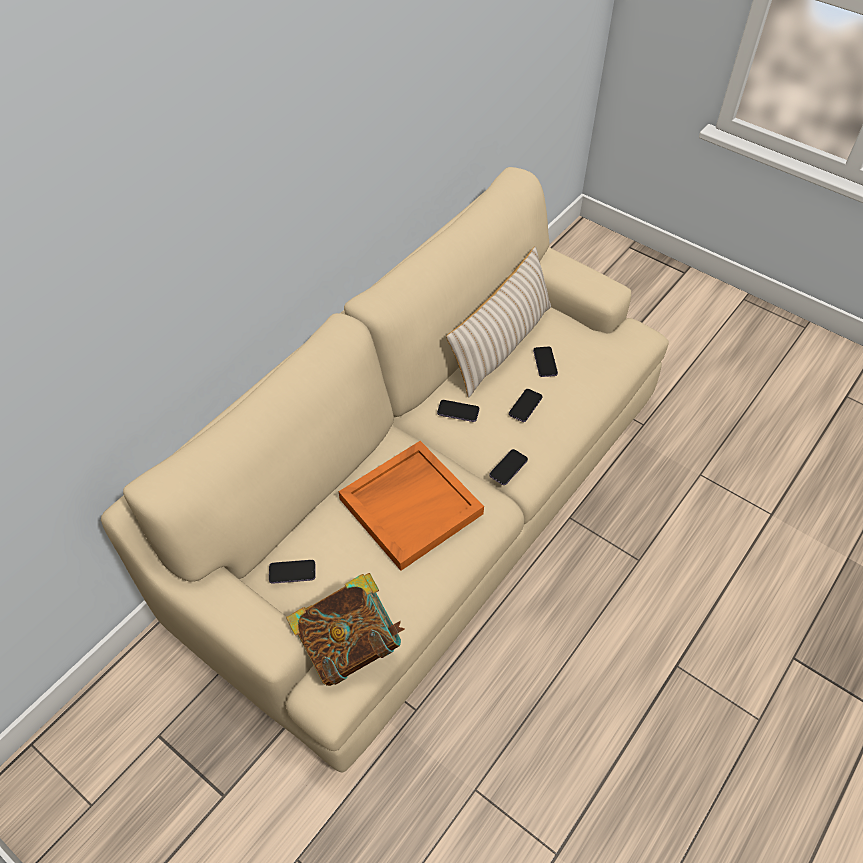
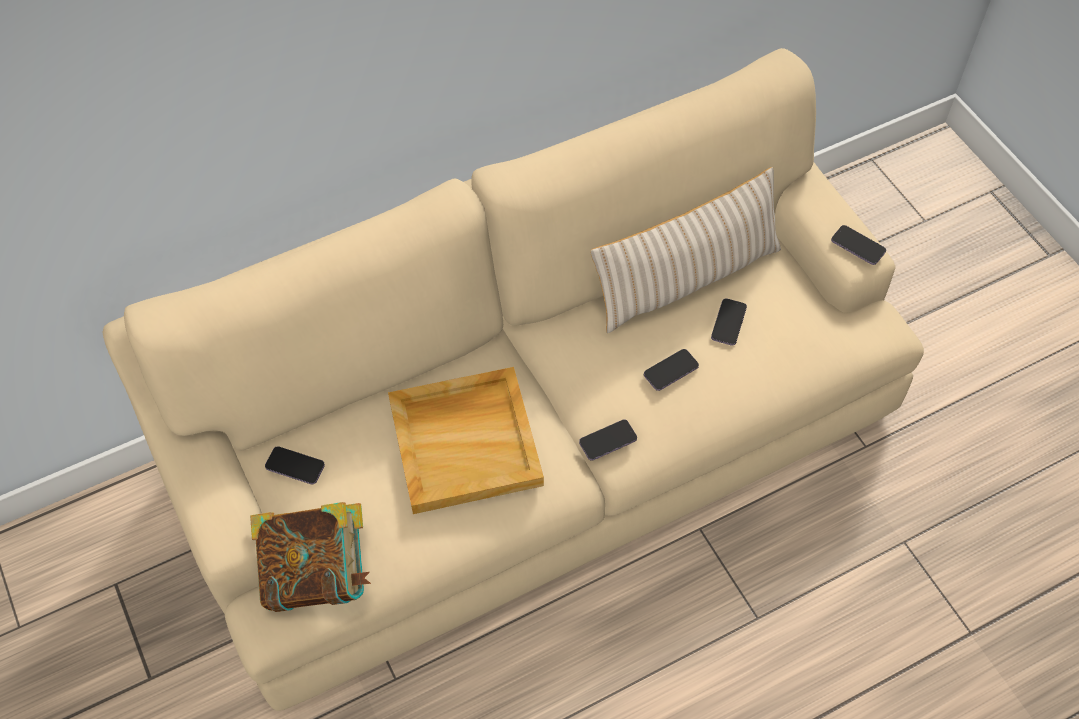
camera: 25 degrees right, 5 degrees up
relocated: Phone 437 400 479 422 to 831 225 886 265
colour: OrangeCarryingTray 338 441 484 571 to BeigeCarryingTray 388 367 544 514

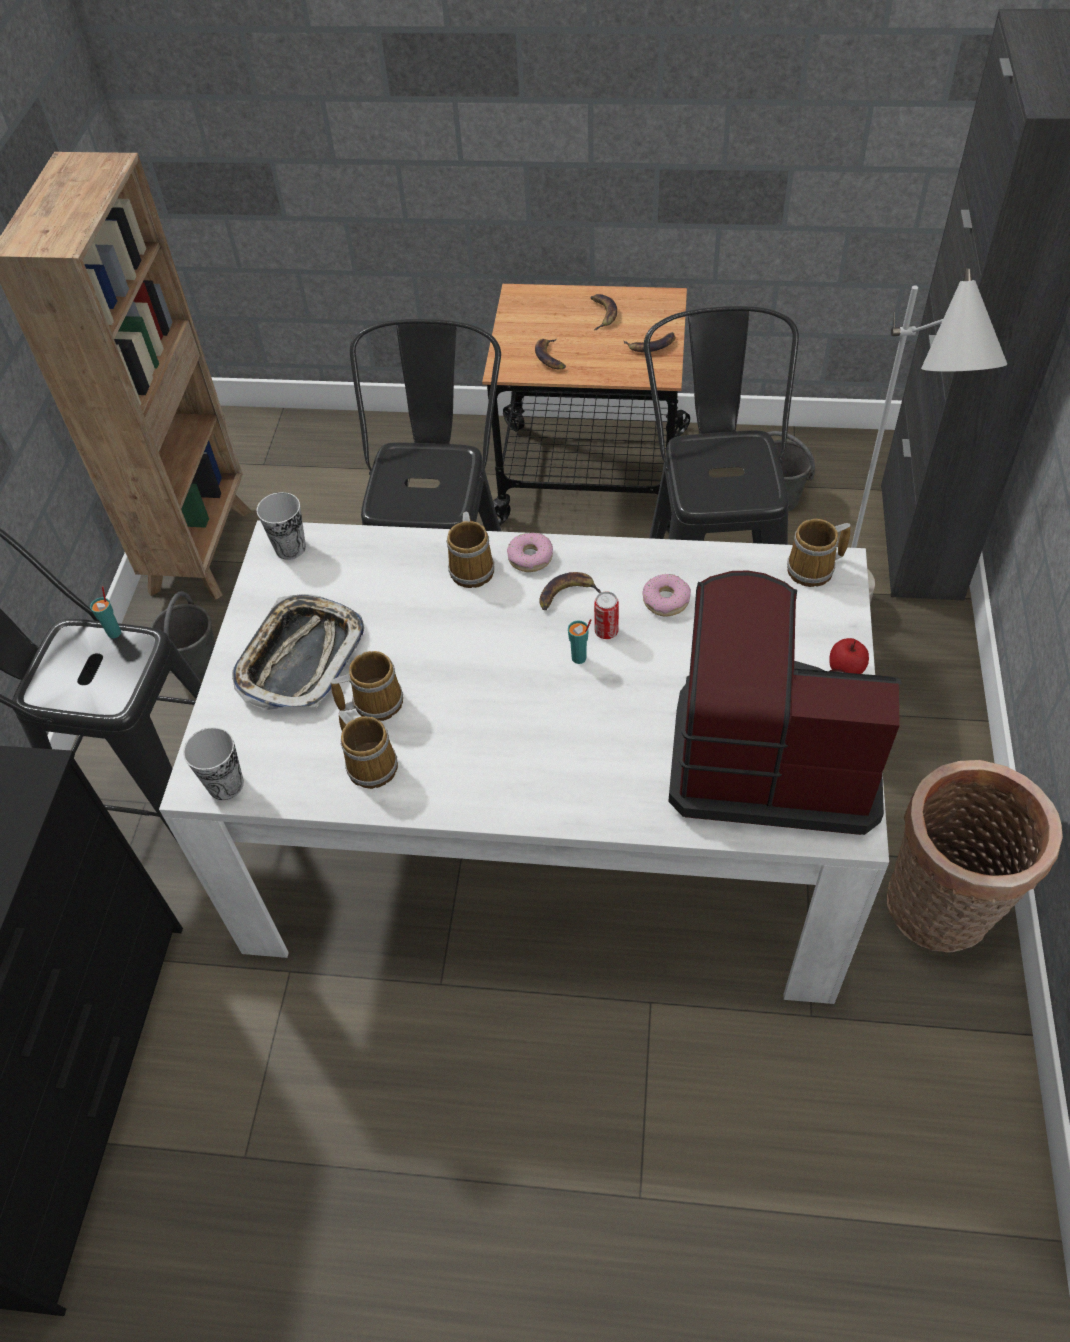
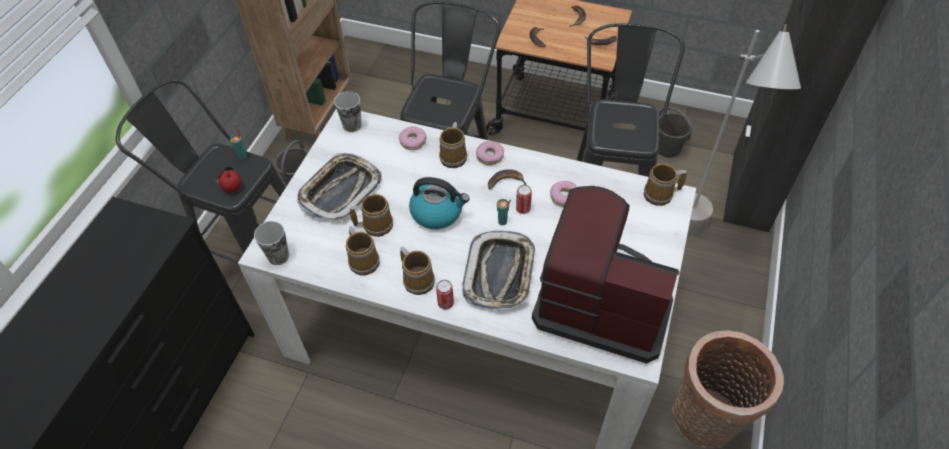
camera: 10 degrees right, 0 degrees up
appeared: Doughnut 399 126 427 150; Mug 400 247 435 295; TeaKettle 409 177 469 229; MetalCan 436 280 454 310; CarryingTray 462 231 535 310
relocated: WholeApple 829 638 869 674 to 219 170 241 193

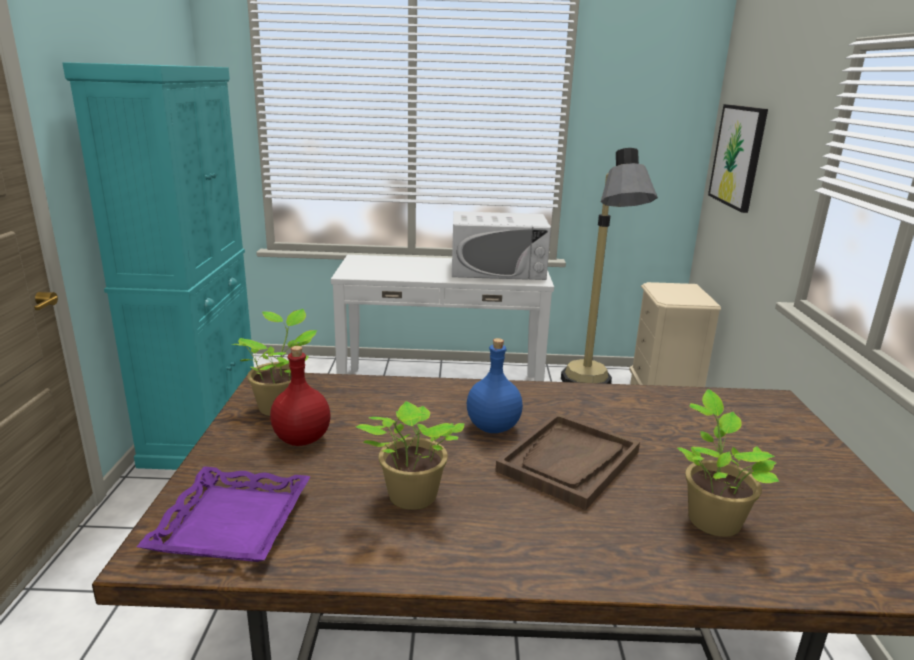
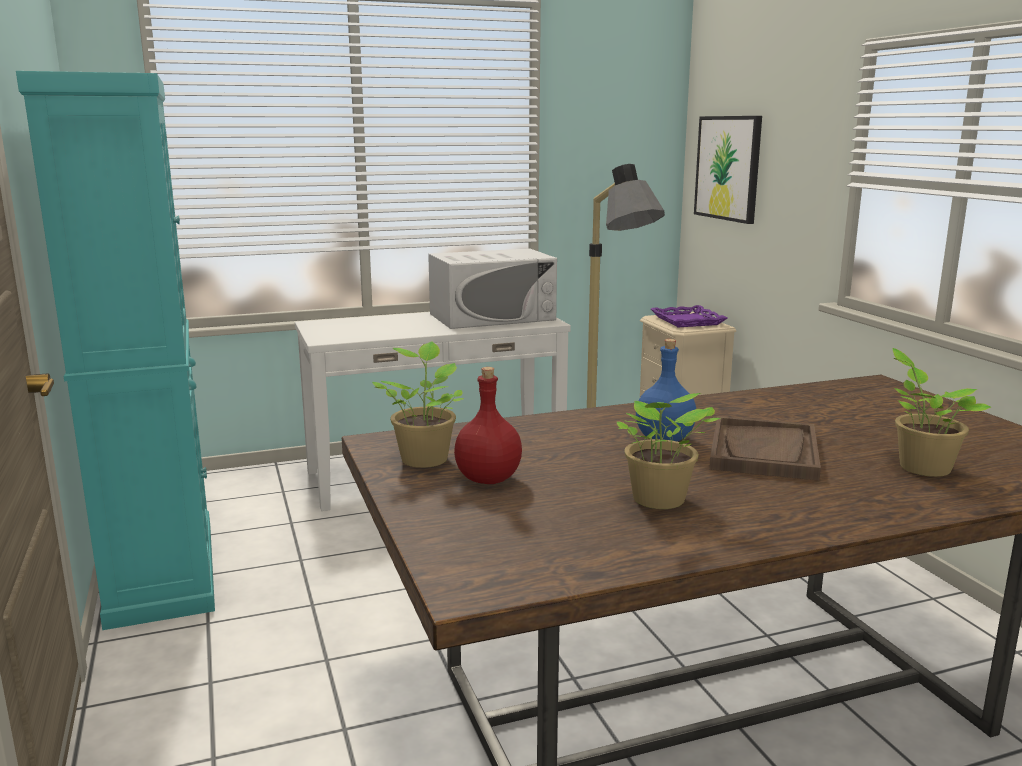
camera: 20 degrees left, 5 degrees down
relocated: PurplishCarryingTray 137 467 311 562 to 651 305 728 327

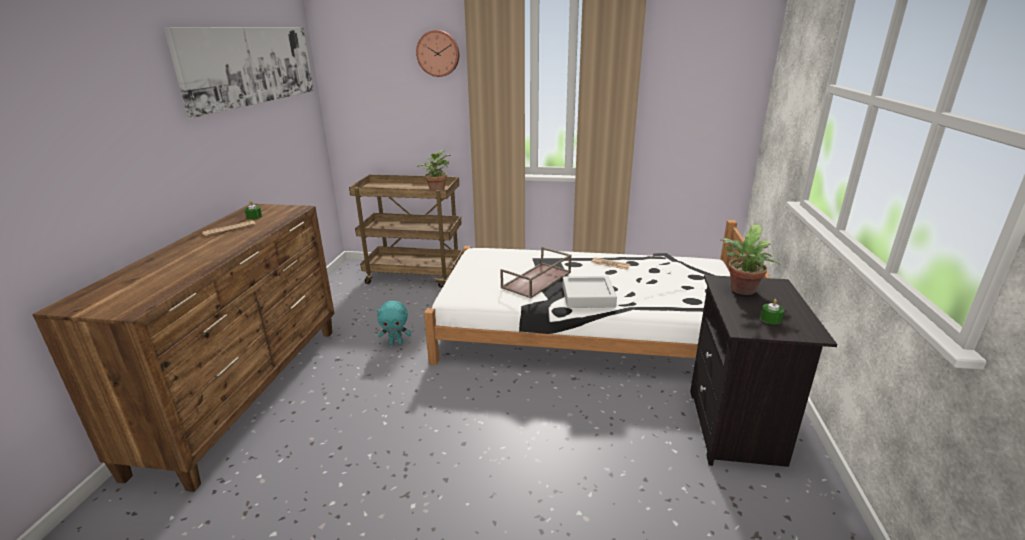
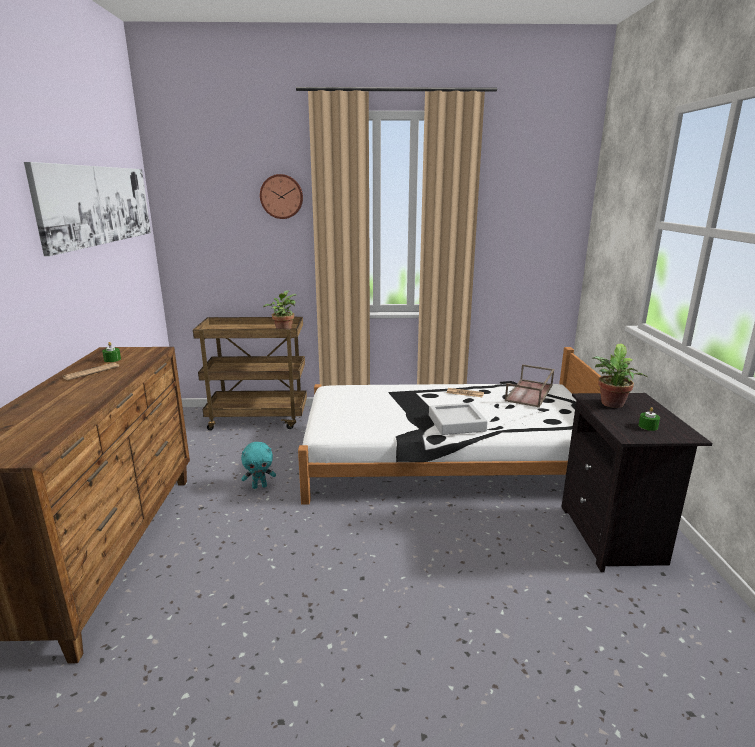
camera: 10 degrees left, 5 degrees down
relocated: BrownColouredCarryingTray 500 247 572 299 to 505 364 554 408

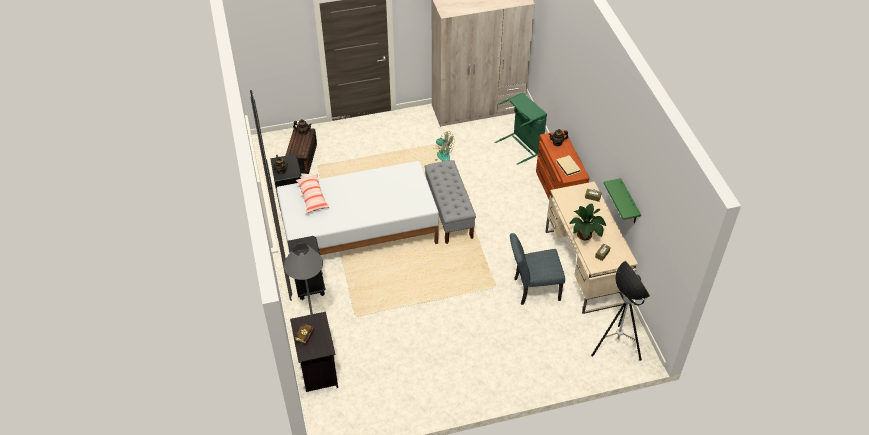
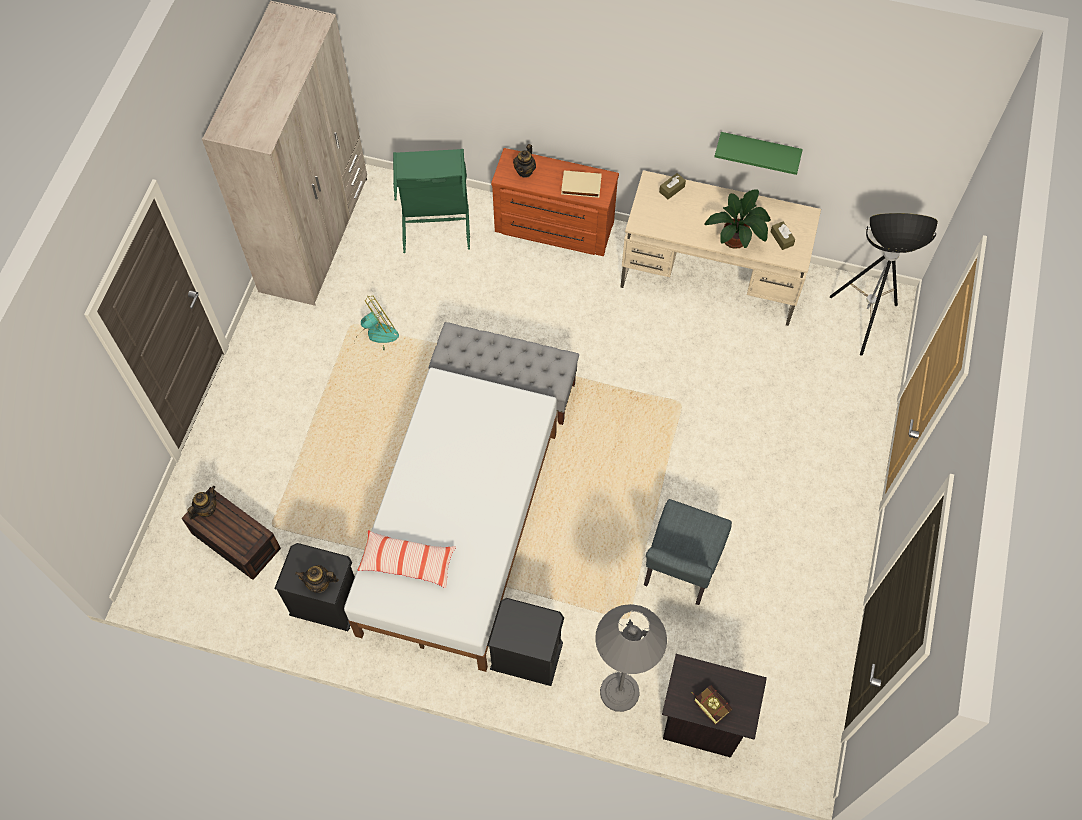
camera: 60 degrees left, 15 degrees up
relocated: GreyUprightChair 510 233 565 305 to 644 499 732 605

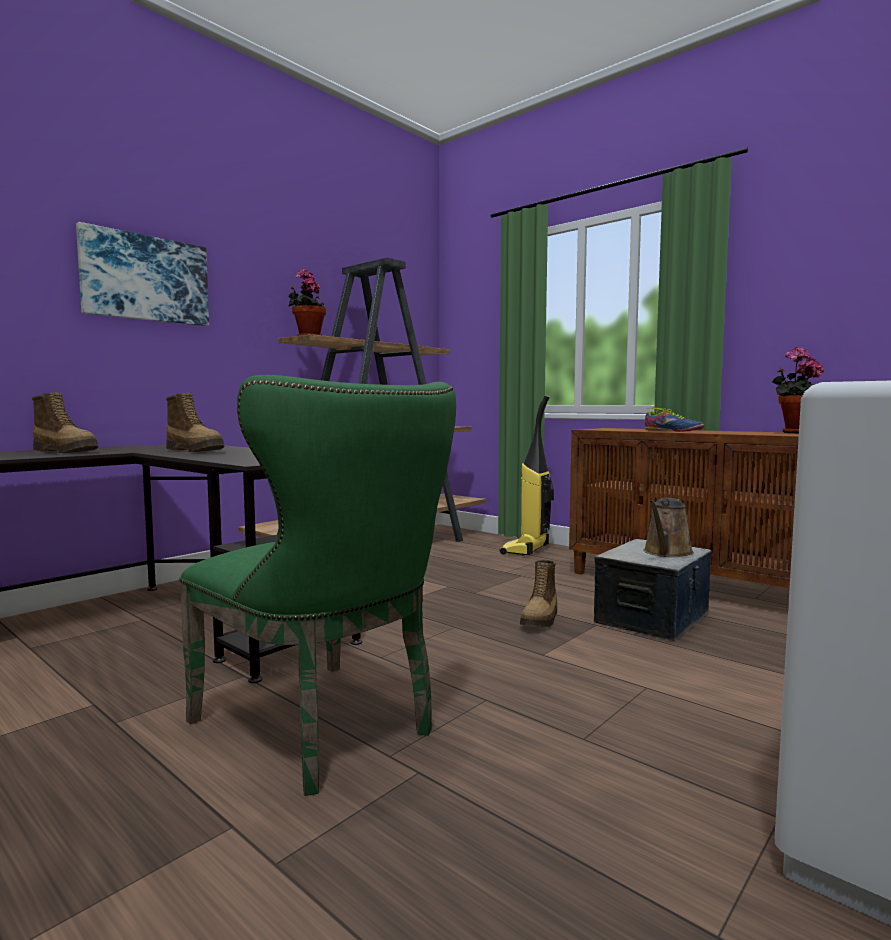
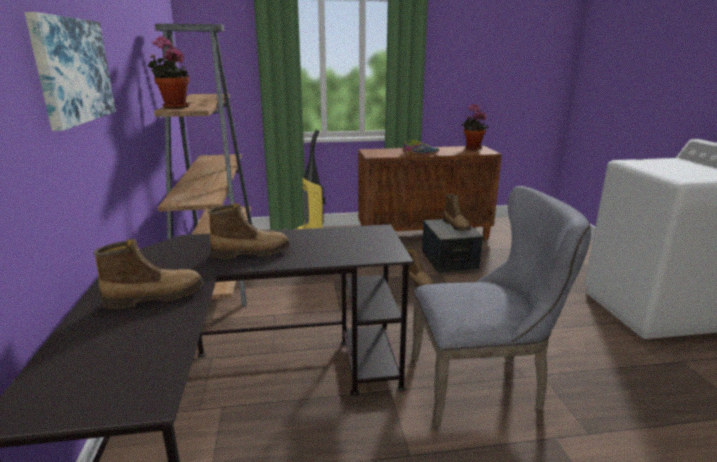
camera: 50 degrees left, 15 degrees up
exchanged: BrownColouredWateringCan 643 498 694 557 to HighTopBoot 443 194 471 231
colour: GreenishUprightChair 179 375 456 796 to GreyUprightChair 411 186 591 427

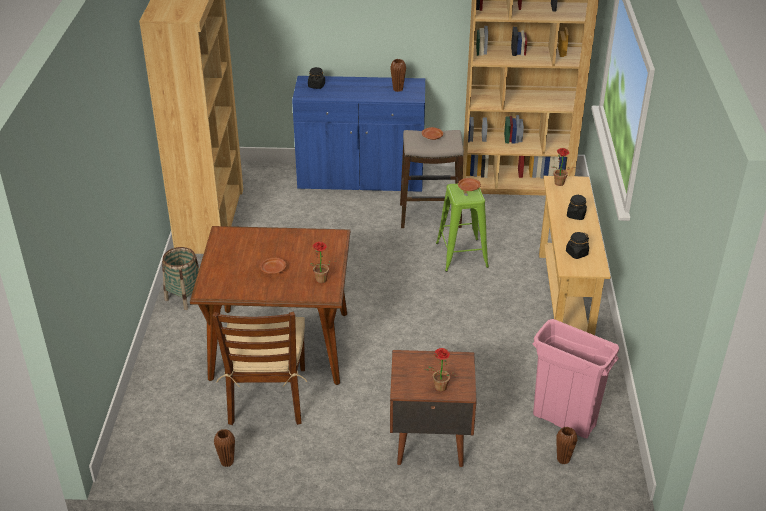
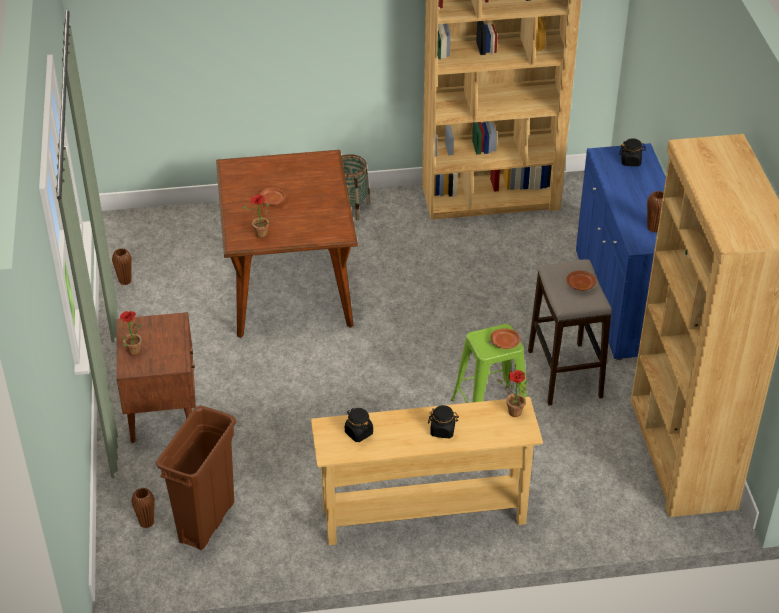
camera: 80 degrees right, 5 degrees up
missing: BrownColouredUprightChair 212 311 308 425
colour: PinkishTrashCan 532 319 619 438 to BrownColouredTrashCan 156 406 236 550

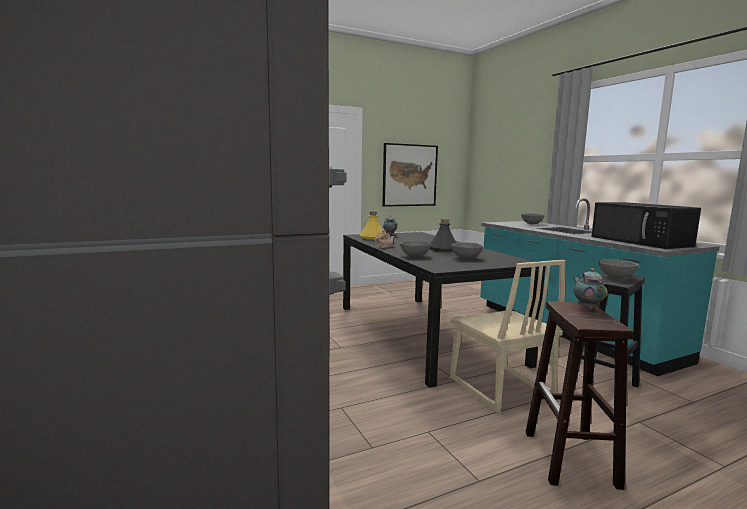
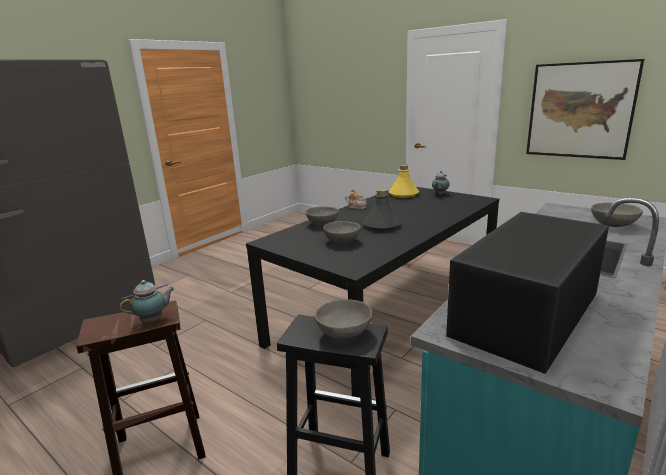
camera: 65 degrees right, 10 degrees up
missing: BeigeUprightChair 450 260 565 413

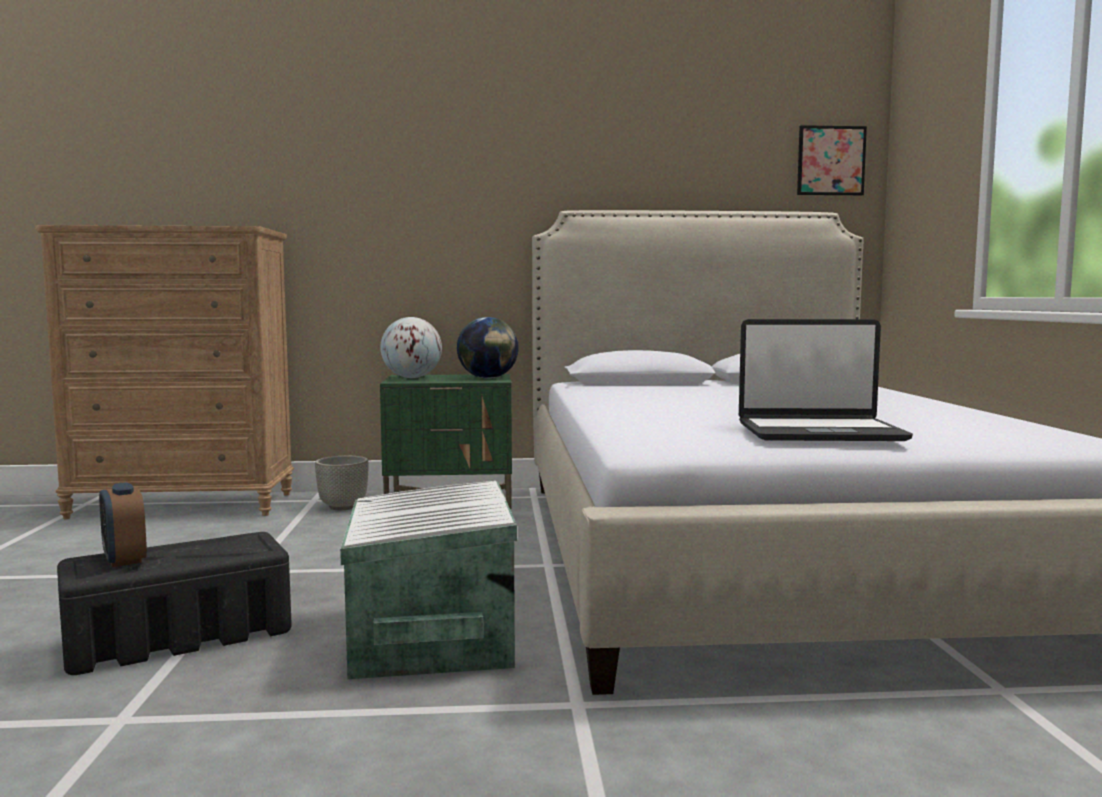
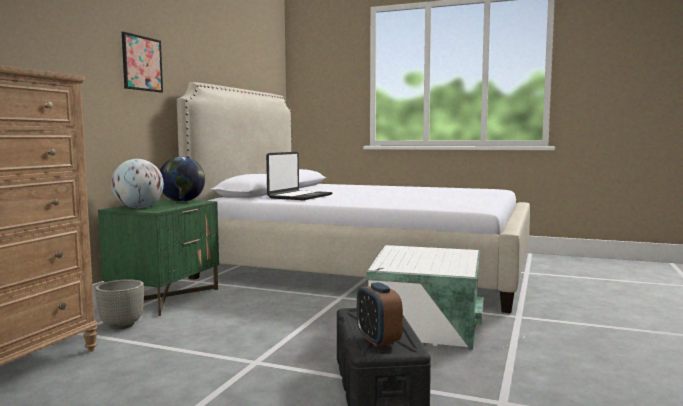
camera: 65 degrees left, 0 degrees up
relocated: NotebookComputer 739 319 913 441 to 266 152 333 200; WallPicture 797 125 867 195 to 122 32 163 93
spun: BedsideClock 99 482 147 567 = 357 282 403 347 75 degrees clockwise

